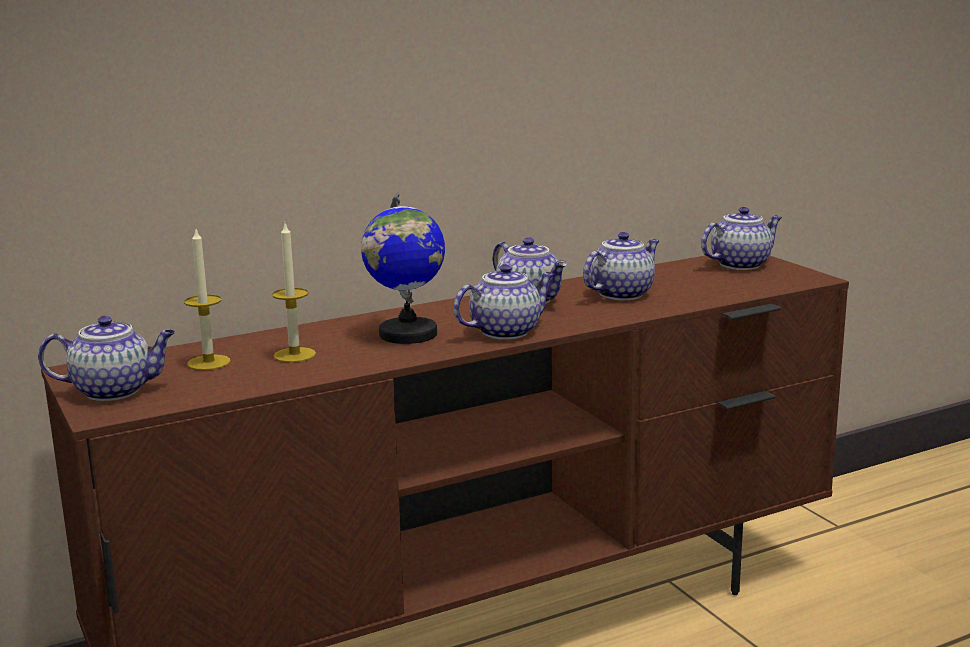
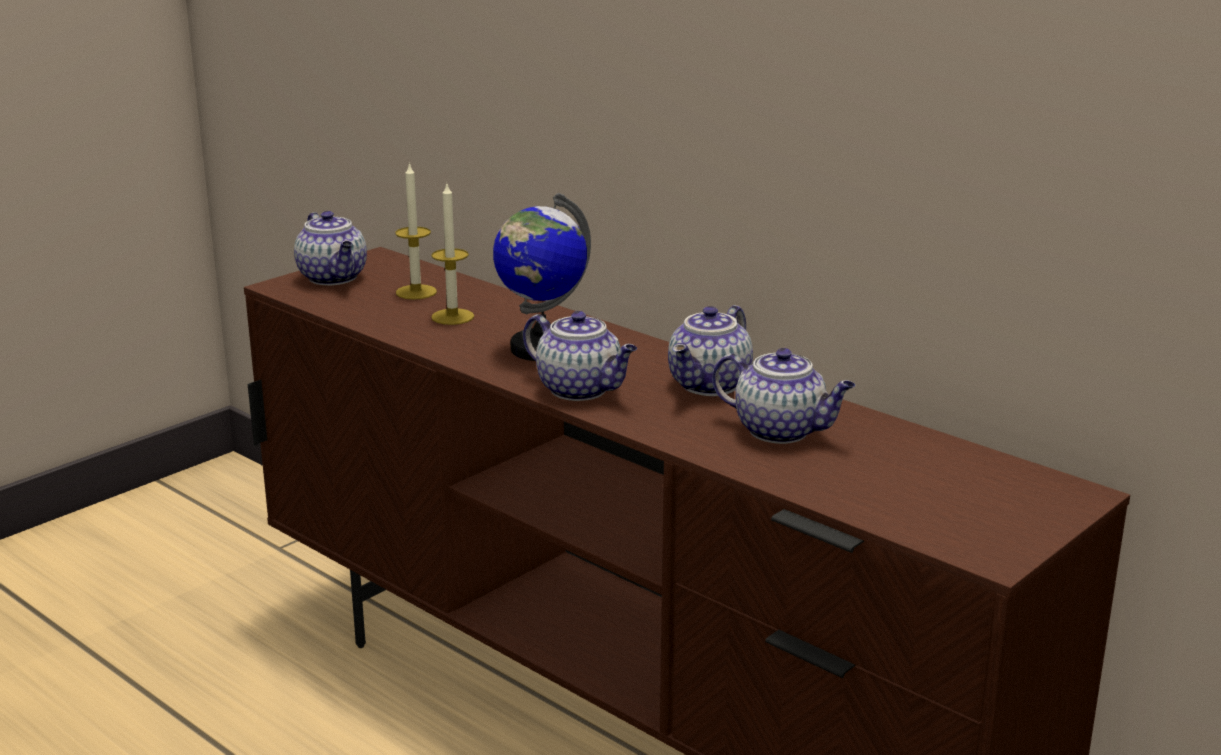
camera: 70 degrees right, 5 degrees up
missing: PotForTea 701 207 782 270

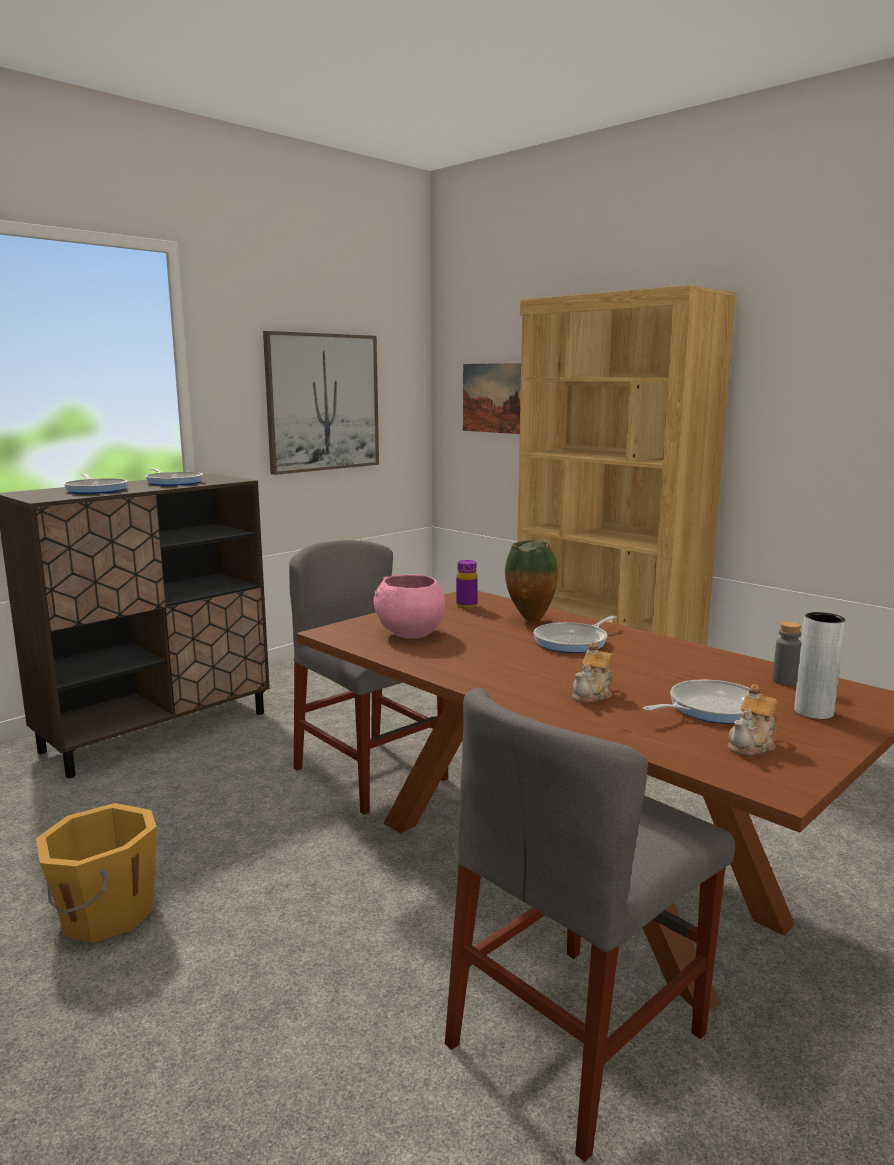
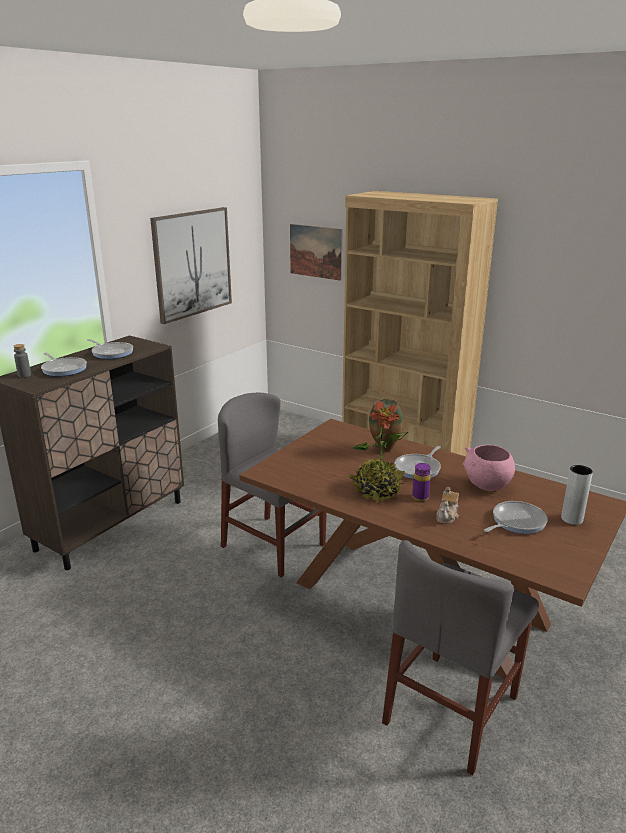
camera: 10 degrees left, 10 degrees up
missing: OrangePail 36 803 157 943; PotForTea 728 684 778 756
appeared: PlantInAPot 348 400 408 503
relocated: PinkishBowl 374 574 445 639 to 463 445 515 491; PurplishBottle 456 560 478 609 to 412 463 431 501; GreyBottle 773 622 801 685 to 14 344 31 378

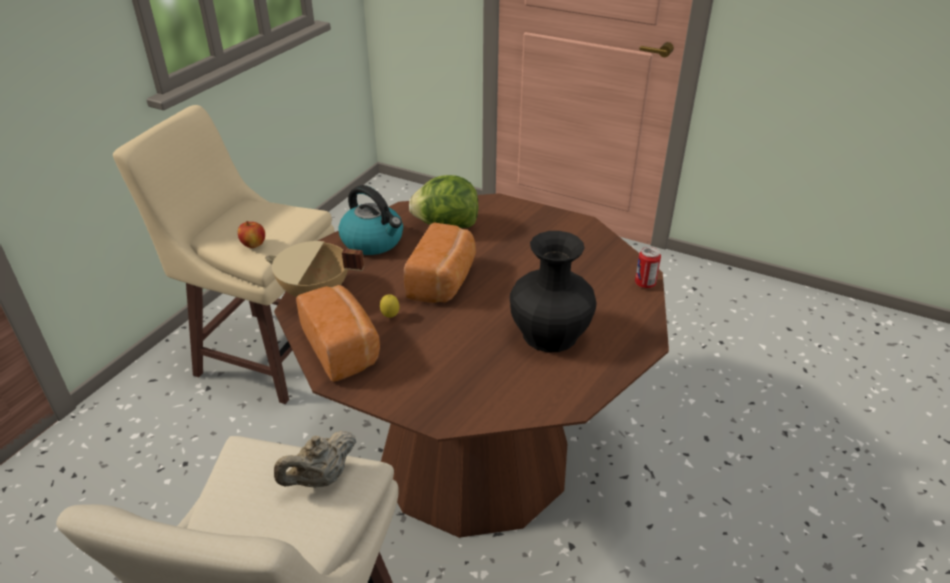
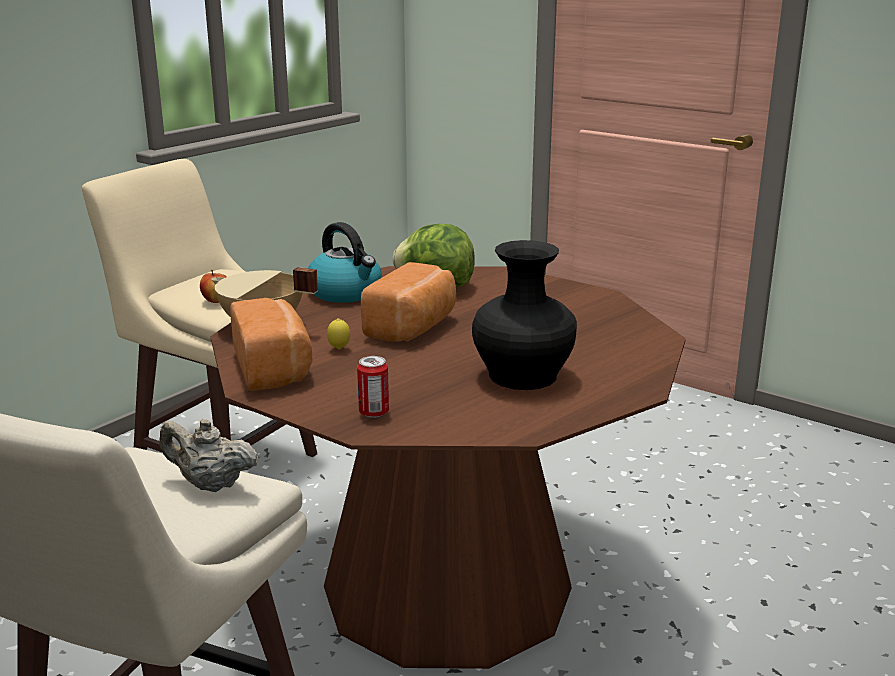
camera: 10 degrees right, 15 degrees down
relocated: MetalCan 635 247 661 288 to 357 356 389 418
spun: BeigePotForTea 274 431 356 488 = 159 419 259 492 45 degrees clockwise

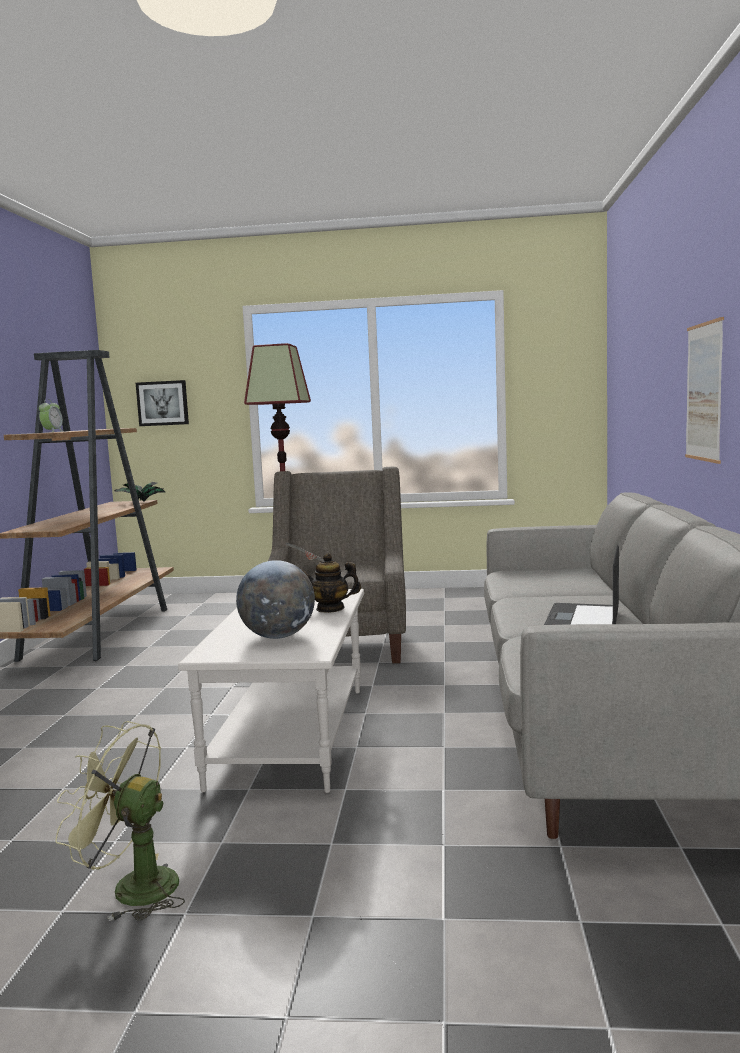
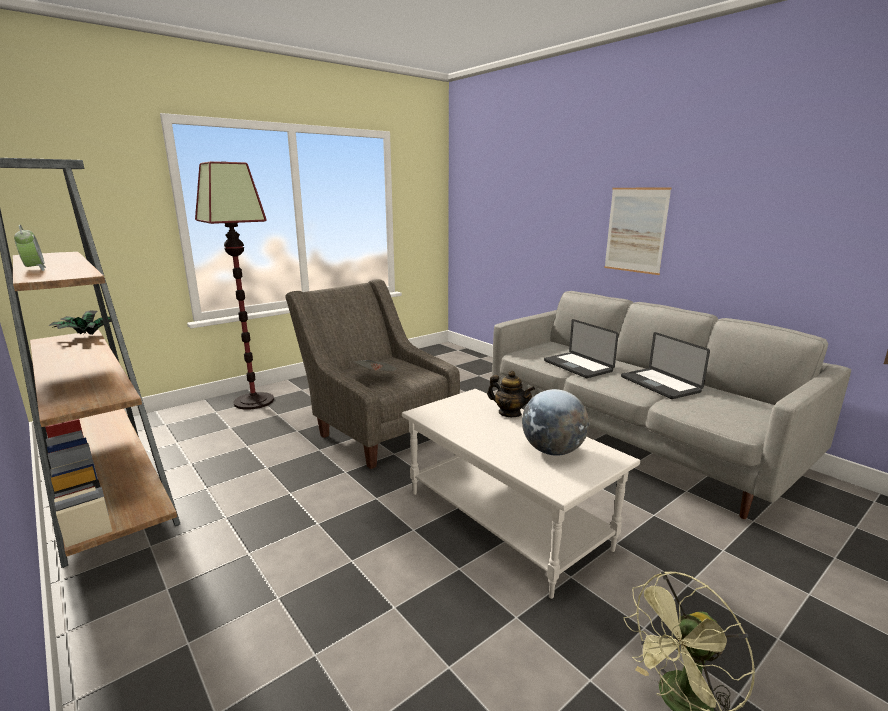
camera: 45 degrees left, 10 degrees up
missing: WallPicture 136 380 189 426
appeared: NotebookComputer 544 319 619 378
spun: PotForTea 301 553 361 613 = 487 371 535 417 105 degrees counterclockwise

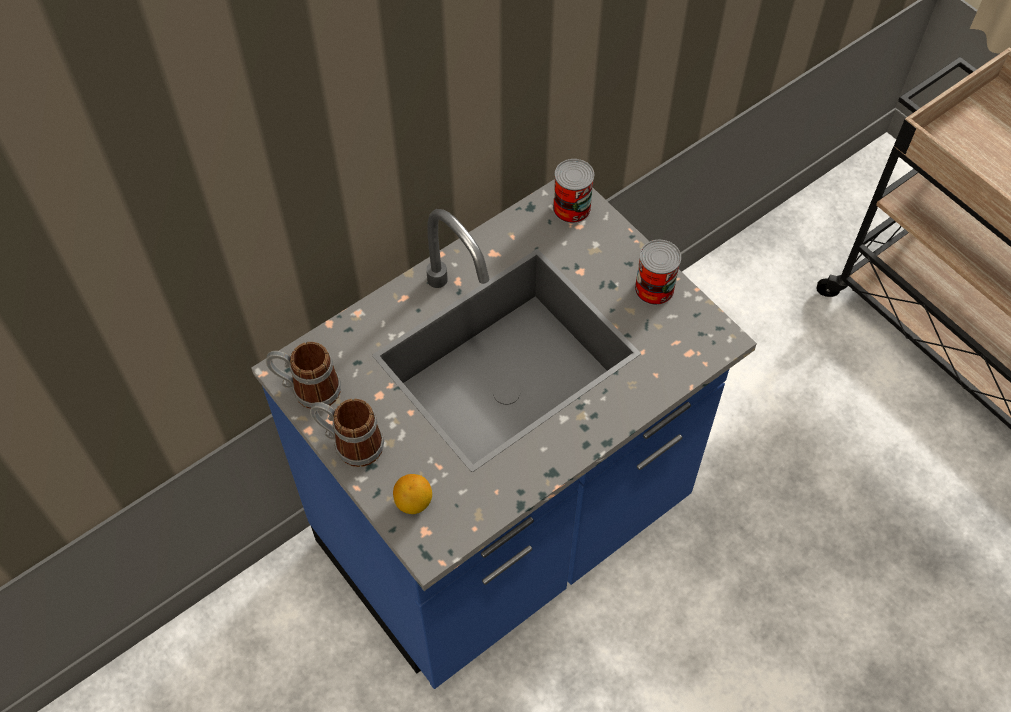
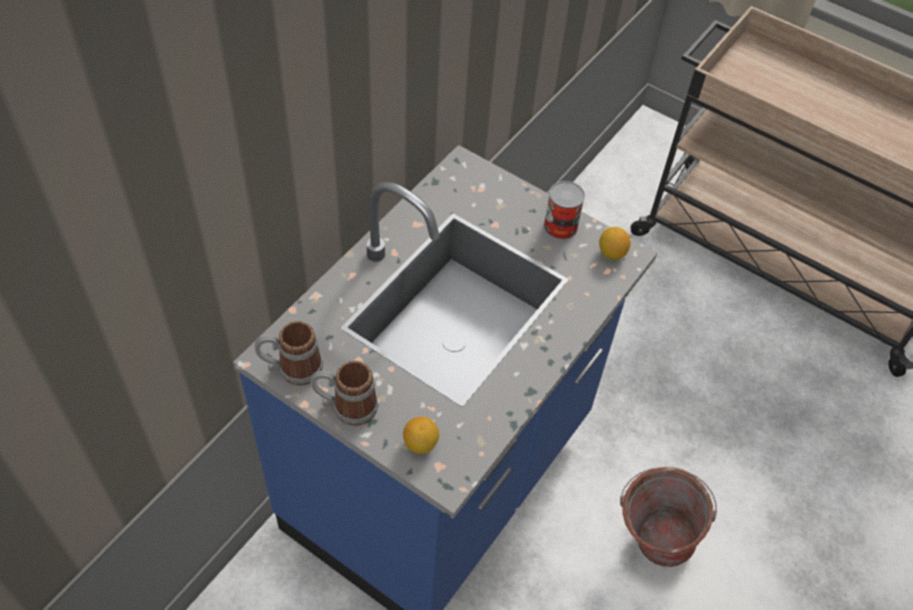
camera: 20 degrees left, 5 degrees down
missing: MetalCan 553 159 594 224
appeared: WholeLemon 599 227 631 260; Pail 620 467 717 567

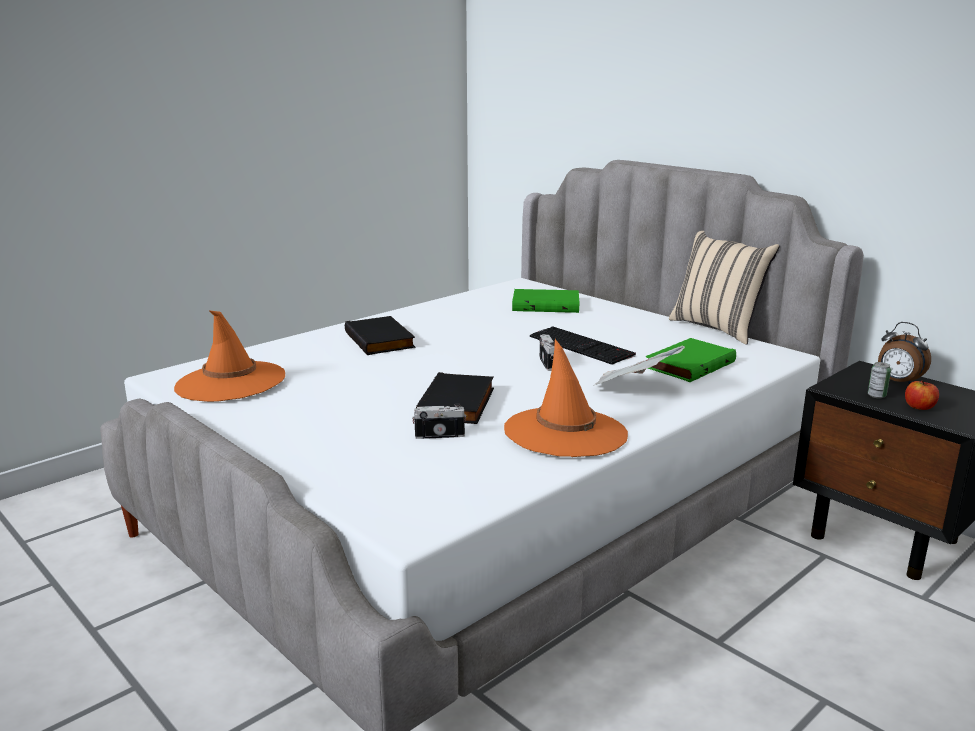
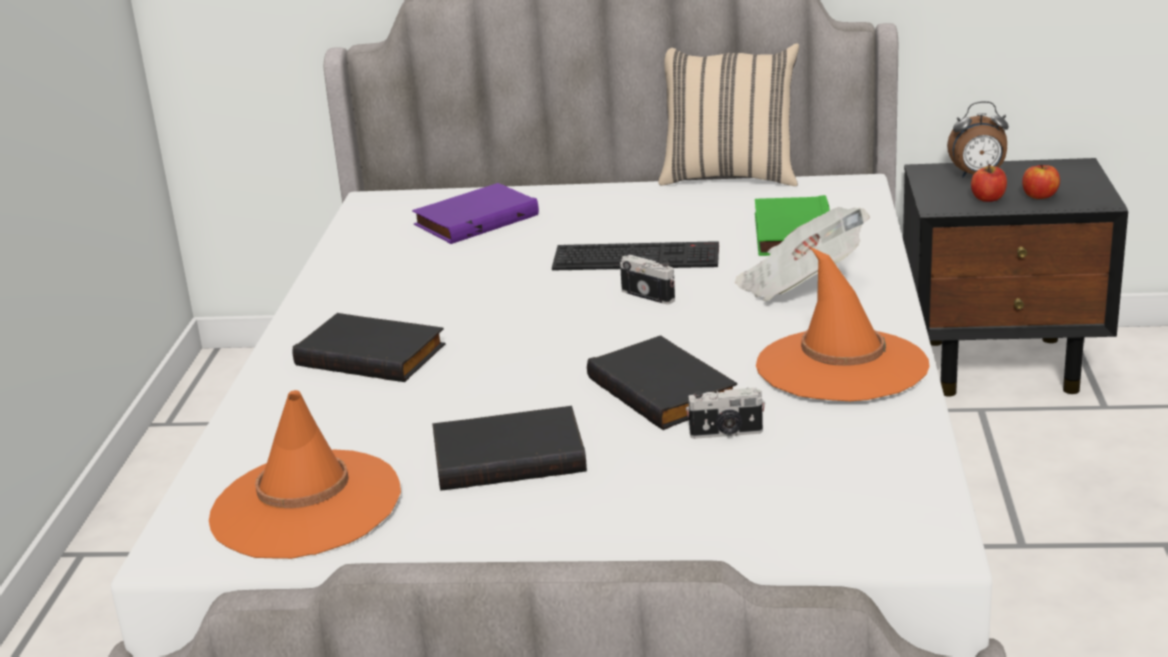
camera: 40 degrees left, 5 degrees up
appeared: BlackColouredVolume 432 406 587 491
exchanged: MetalCan 868 362 891 398 to WholeApple 971 164 1007 202
colour: GreenishVolume 512 289 579 313 to PurplishVolume 412 183 539 244
spun: PhotoCamera 412 403 467 439 = 686 388 765 439 135 degrees counterclockwise

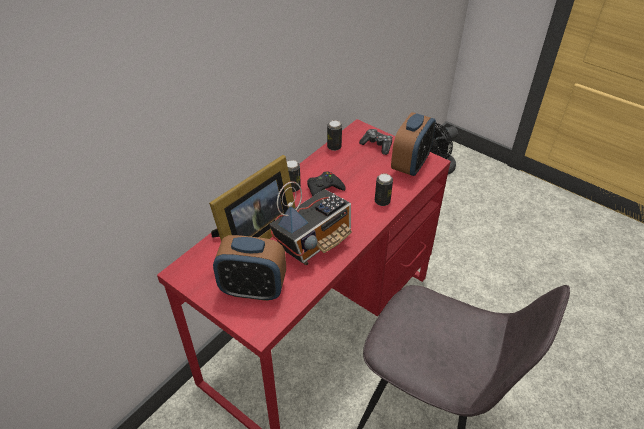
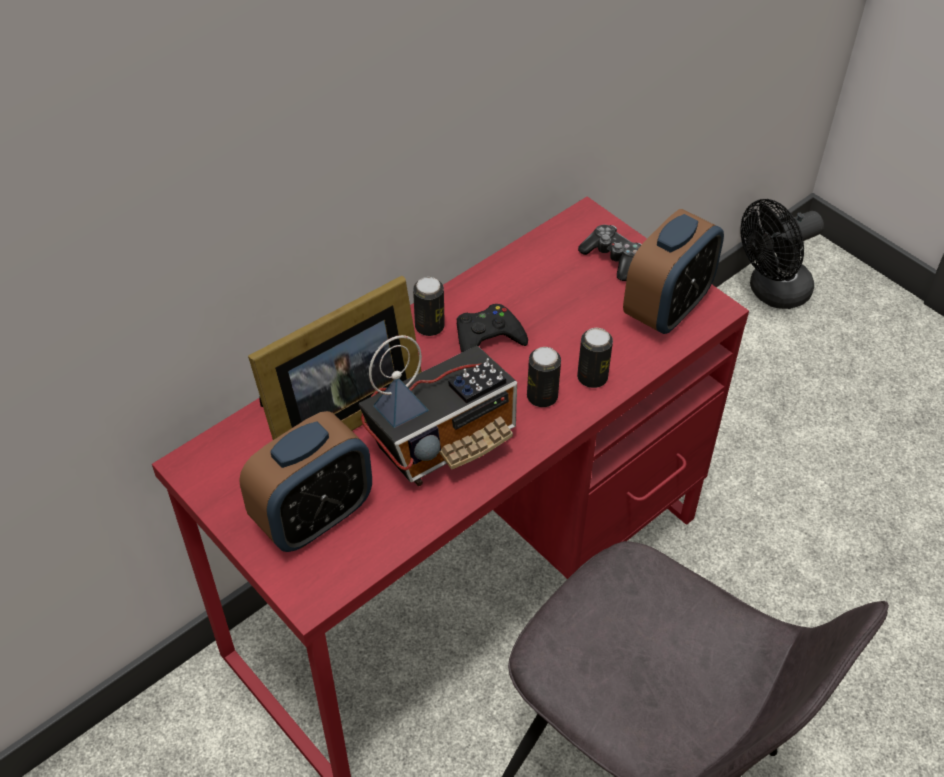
camera: 10 degrees right, 5 degrees up
relocated: MetalCan 327 120 342 151 to 527 347 561 407
spun: BedsideClock 213 235 286 301 = 239 411 372 552 60 degrees counterclockwise

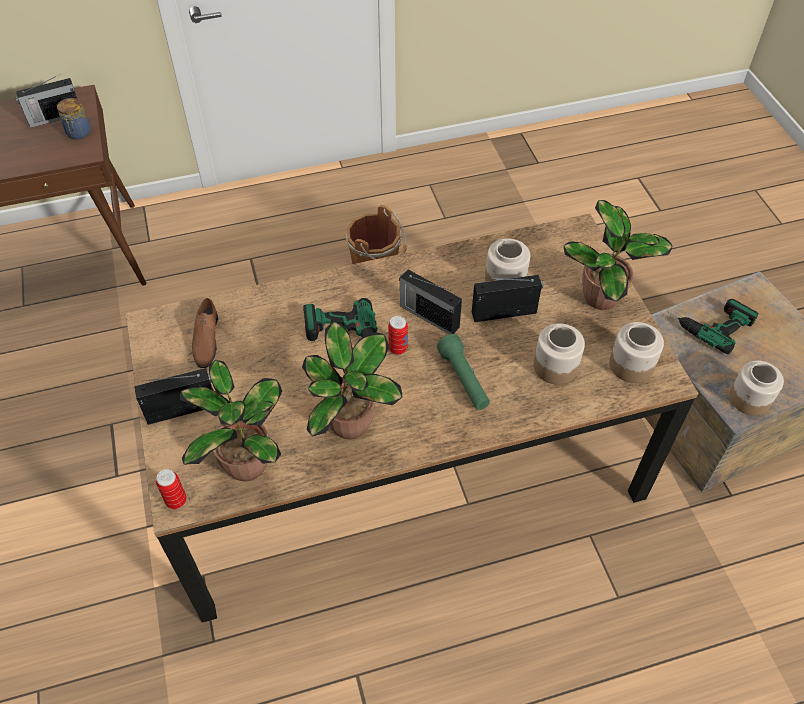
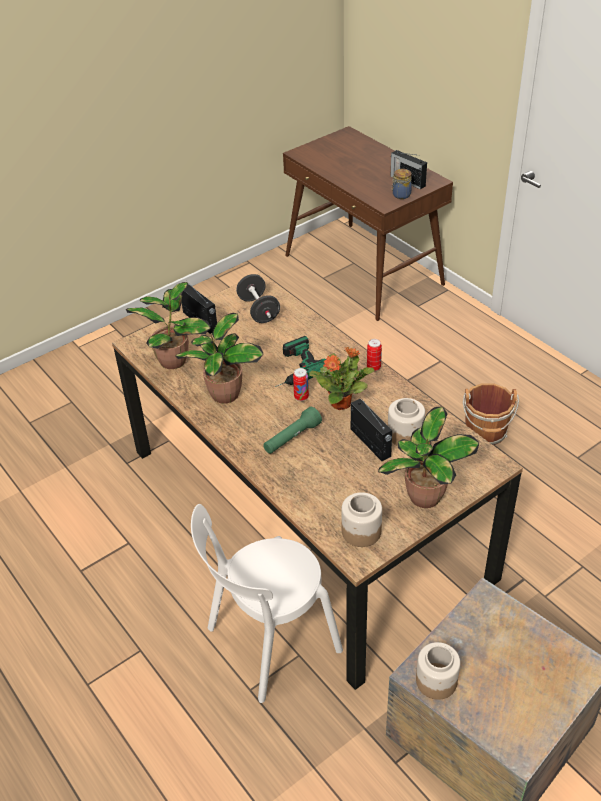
camera: 70 degrees right, 10 degrees down
missing: PreserveJar 533 323 585 385; PowerDrill 668 299 758 354
appeared: WhitishUprightChair 191 504 343 703
relocated: MetalCan 156 469 187 509 to 367 339 382 371
exchanged: BrownColouredLowShoe 192 298 218 368 to BlackColouredDumbbell 236 274 280 323; RadioReceiver 399 269 462 334 to PlantInAPot 309 347 374 410

